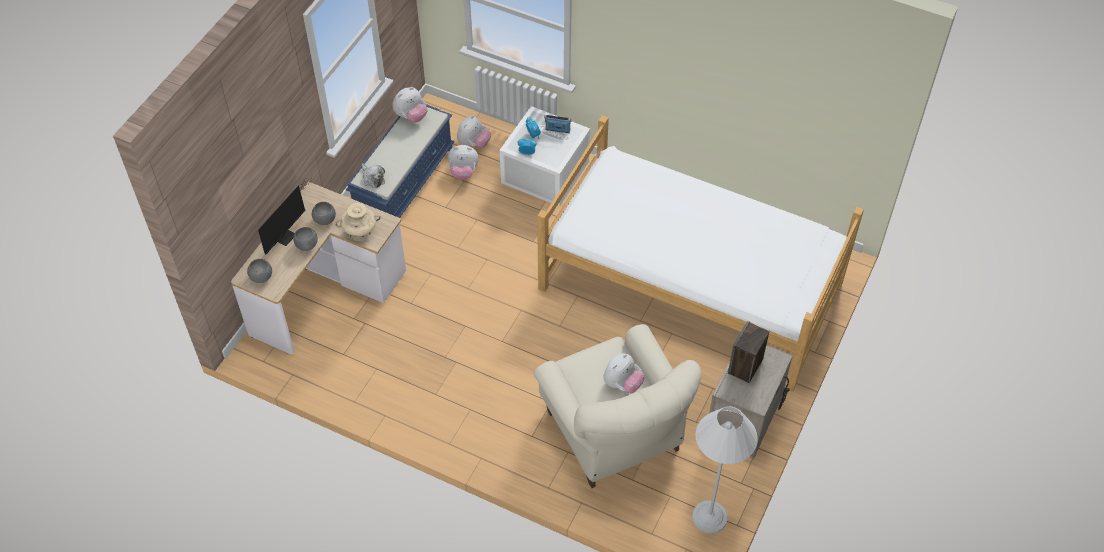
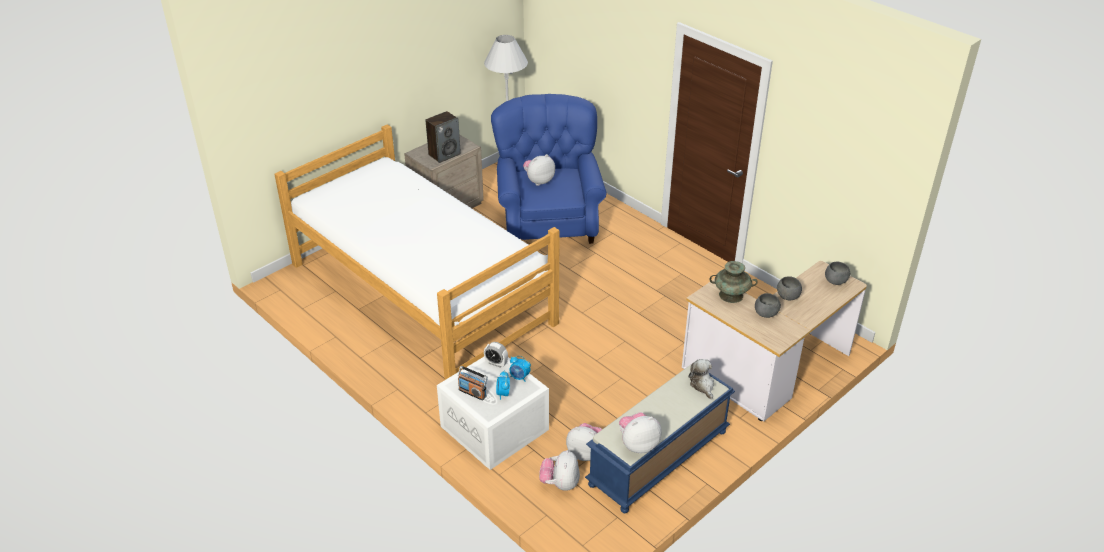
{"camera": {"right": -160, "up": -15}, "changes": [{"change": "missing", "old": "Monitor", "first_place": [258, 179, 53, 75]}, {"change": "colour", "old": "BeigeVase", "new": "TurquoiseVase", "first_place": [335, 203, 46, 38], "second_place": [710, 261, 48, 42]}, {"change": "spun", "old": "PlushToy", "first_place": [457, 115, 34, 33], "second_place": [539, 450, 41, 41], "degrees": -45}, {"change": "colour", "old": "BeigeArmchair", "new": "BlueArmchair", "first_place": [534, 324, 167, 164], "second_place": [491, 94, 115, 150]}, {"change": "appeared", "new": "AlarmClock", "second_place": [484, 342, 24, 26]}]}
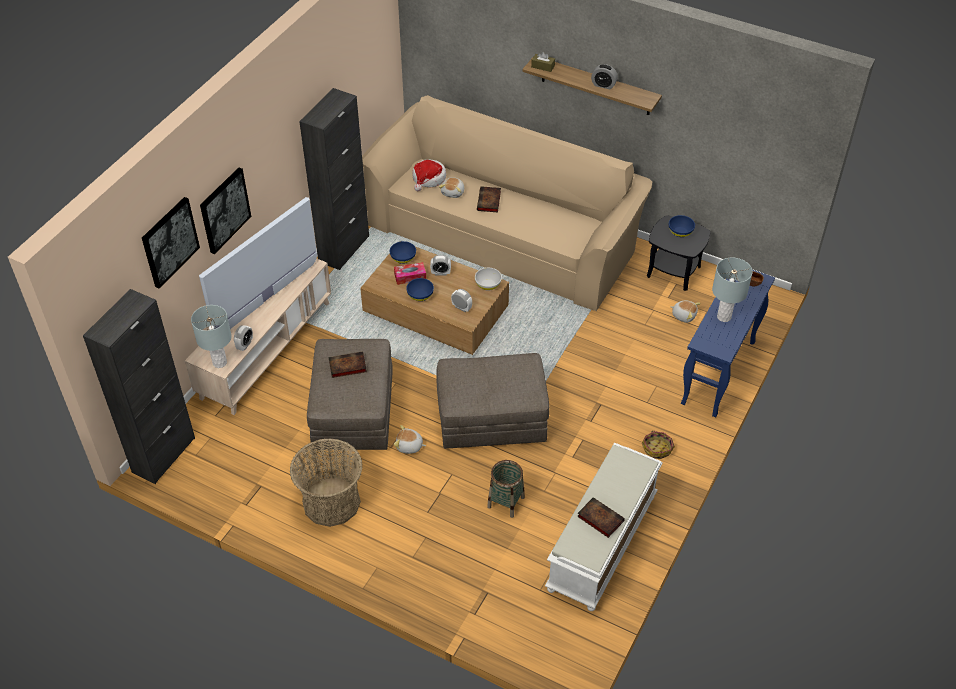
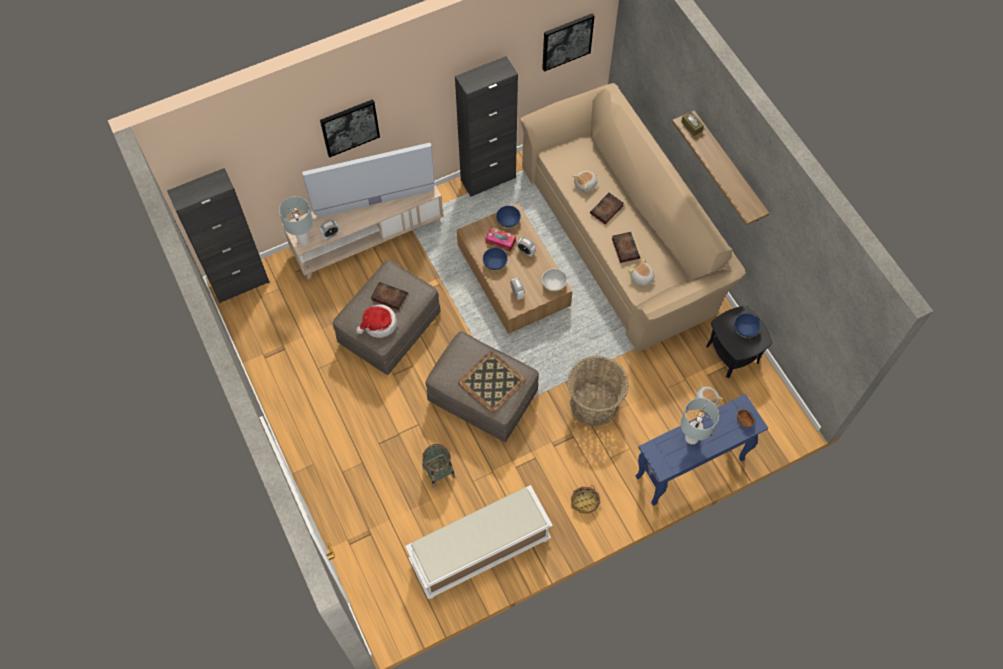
{"camera": {"right": 35, "up": 15}, "changes": [{"change": "relocated", "old": "Picture", "first_place": [142, 197, 58, 91], "second_place": [542, 13, 53, 59]}, {"change": "relocated", "old": "Basket", "first_place": [290, 438, 73, 89], "second_place": [567, 356, 62, 71]}, {"change": "relocated", "old": "PlushToy", "first_place": [394, 425, 32, 29], "second_place": [628, 258, 27, 28]}, {"change": "relocated", "old": "Hat", "first_place": [412, 159, 34, 32], "second_place": [356, 304, 41, 34]}, {"change": "relocated", "old": "Book", "first_place": [577, 497, 48, 41], "second_place": [612, 232, 28, 31]}, {"change": "missing", "old": "AlarmClock", "first_place": [591, 64, 27, 25]}, {"change": "appeared", "new": "Tray", "second_place": [458, 351, 68, 62]}]}
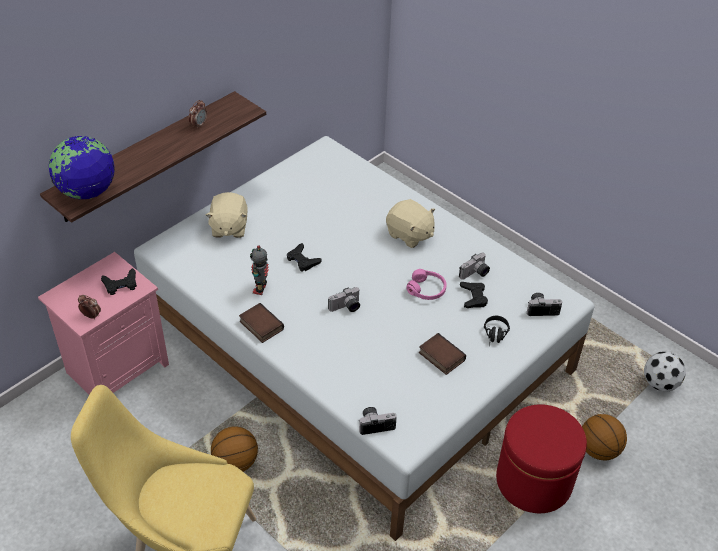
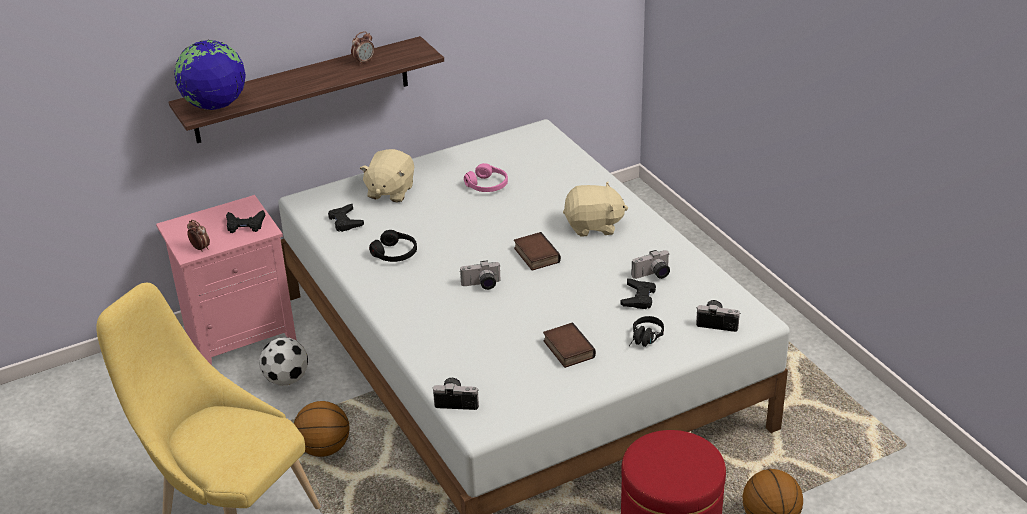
{"camera": {"right": 20, "up": -10}, "changes": [{"change": "relocated", "old": "Book", "first_place": [239, 303, 45, 40], "second_place": [514, 232, 47, 39]}, {"change": "exchanged", "old": "ToyRobot", "new": "BlackHeadphones", "first_place": [250, 245, 19, 50], "second_place": [369, 230, 48, 32]}, {"change": "relocated", "old": "BlackGameController", "first_place": [287, 243, 34, 29], "second_place": [328, 203, 36, 29]}, {"change": "spun", "old": "BeigePlushToy", "first_place": [386, 199, 49, 49], "second_place": [563, 182, 65, 55], "degrees": -60}, {"change": "relocated", "old": "PinkHeadphones", "first_place": [407, 269, 40, 31], "second_place": [464, 163, 44, 29]}, {"change": "relocated", "old": "Football", "first_place": [644, 351, 42, 41], "second_place": [259, 337, 49, 48]}]}
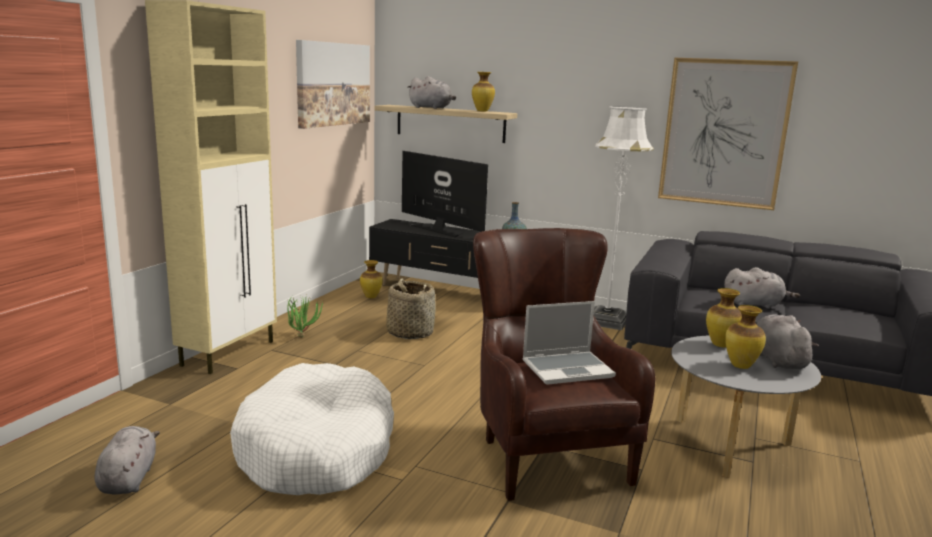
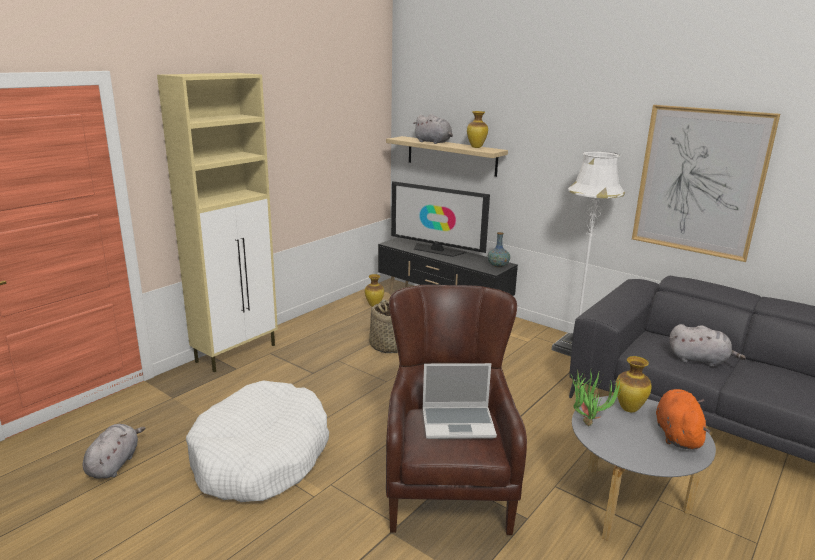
{"camera": {"right": 15, "up": 5}, "changes": [{"change": "relocated", "old": "PottedPlant", "first_place": [287, 296, 36, 42], "second_place": [571, 369, 51, 57]}, {"change": "missing", "old": "Picture", "first_place": [296, 40, 74, 89]}, {"change": "spun", "old": "Television", "first_place": [402, 151, 86, 86], "second_place": [391, 181, 99, 76], "degrees": 150}, {"change": "missing", "old": "Vase", "first_place": [725, 305, 41, 64]}, {"change": "colour", "old": "GreyPlushToy", "new": "OrangePlushToy", "first_place": [756, 314, 63, 55], "second_place": [656, 389, 55, 60]}]}
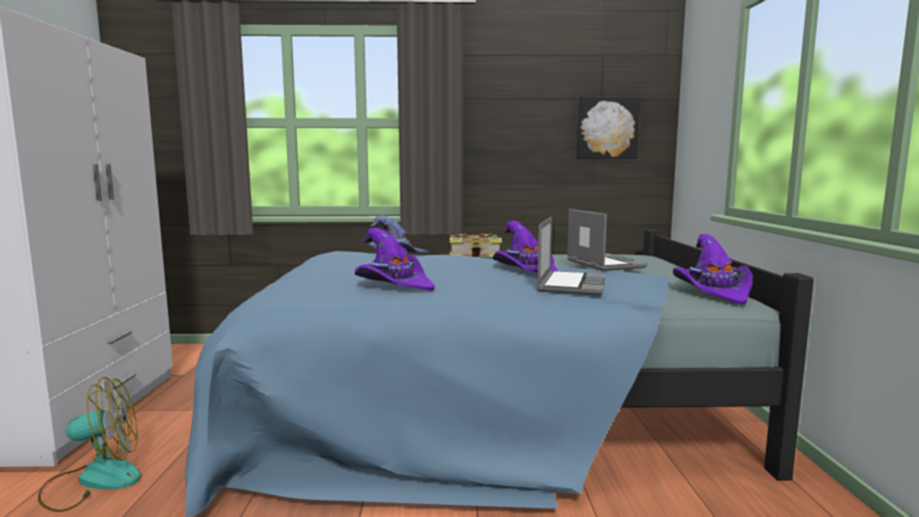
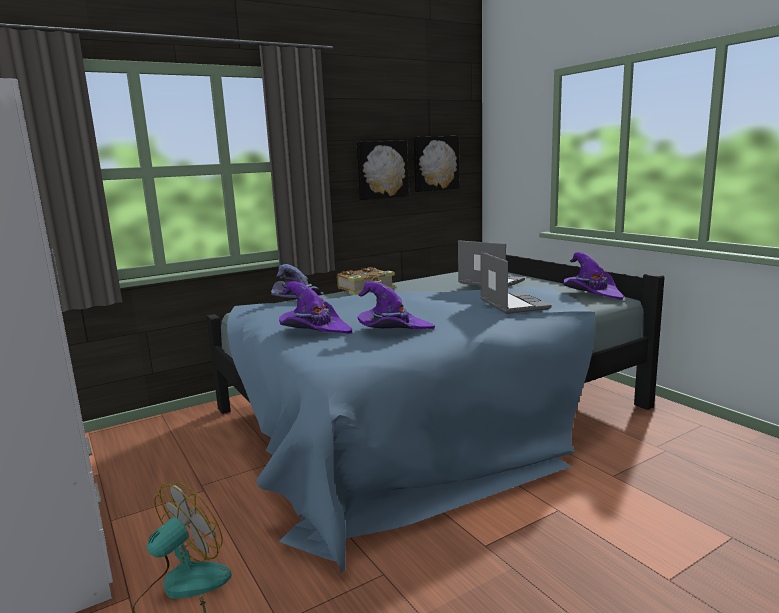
{"camera": {"right": -30, "up": 5}, "changes": [{"change": "relocated", "old": "PurpleHat", "first_place": [493, 221, 65, 52], "second_place": [279, 281, 73, 52]}, {"change": "appeared", "new": "Picture", "second_place": [357, 140, 52, 60]}]}
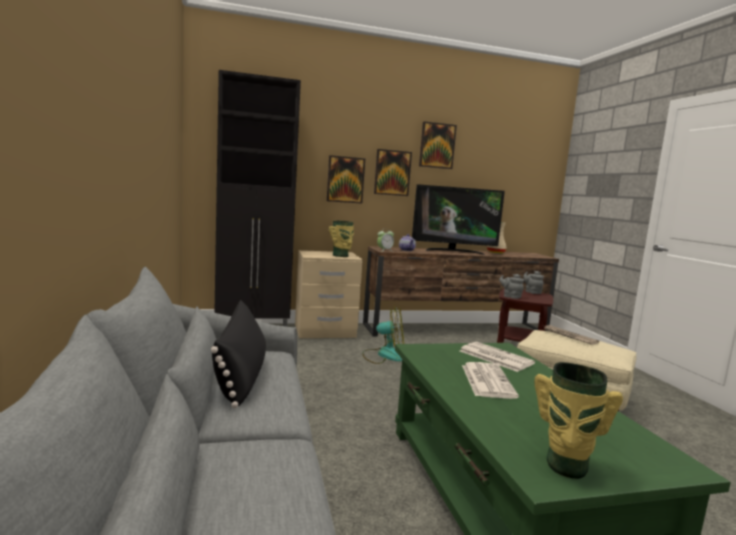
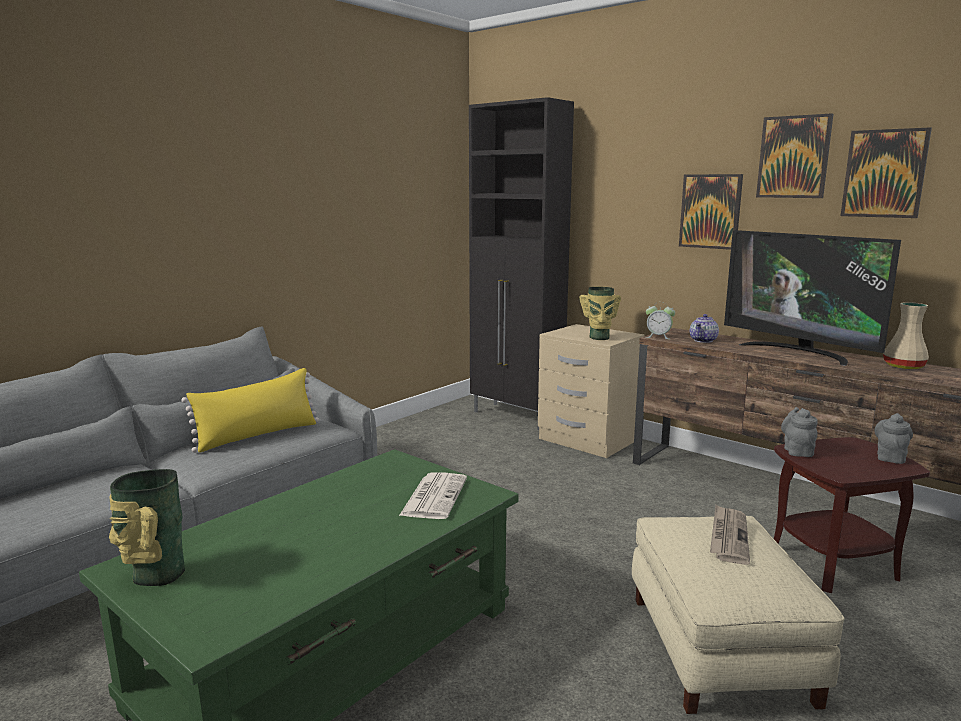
{"camera": {"right": 55, "up": 5}, "changes": [{"change": "colour", "old": "BlackPillow", "new": "YellowPillow", "first_place": [211, 300, 55, 108], "second_place": [181, 368, 138, 85]}, {"change": "relocated", "old": "Picture", "first_place": [327, 155, 38, 49], "second_place": [841, 127, 91, 91]}, {"change": "missing", "old": "Fan", "first_place": [362, 305, 42, 59]}, {"change": "missing", "old": "Newspaper", "first_place": [462, 362, 57, 37]}]}
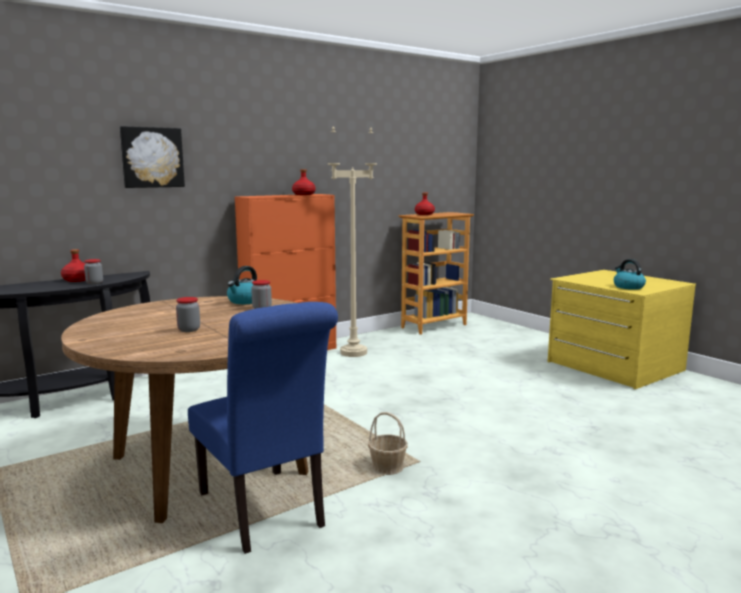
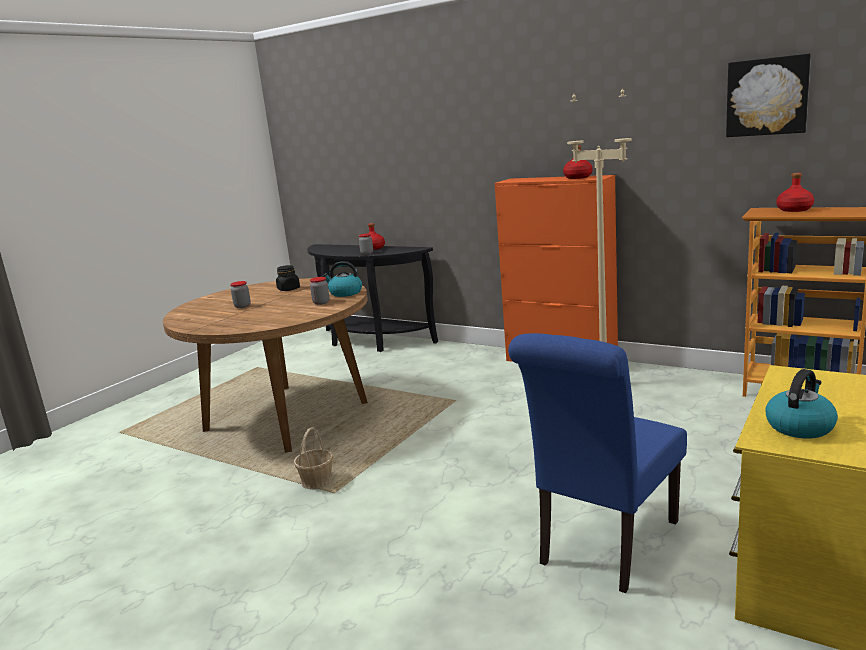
{"camera": {"right": 70, "up": 5}, "changes": [{"change": "relocated", "old": "Picture", "first_place": [120, 126, 65, 62], "second_place": [726, 54, 85, 83]}, {"change": "relocated", "old": "BlueChair", "first_place": [188, 302, 150, 252], "second_place": [508, 333, 179, 260]}, {"change": "appeared", "new": "BlackJar", "second_place": [276, 265, 24, 26]}]}
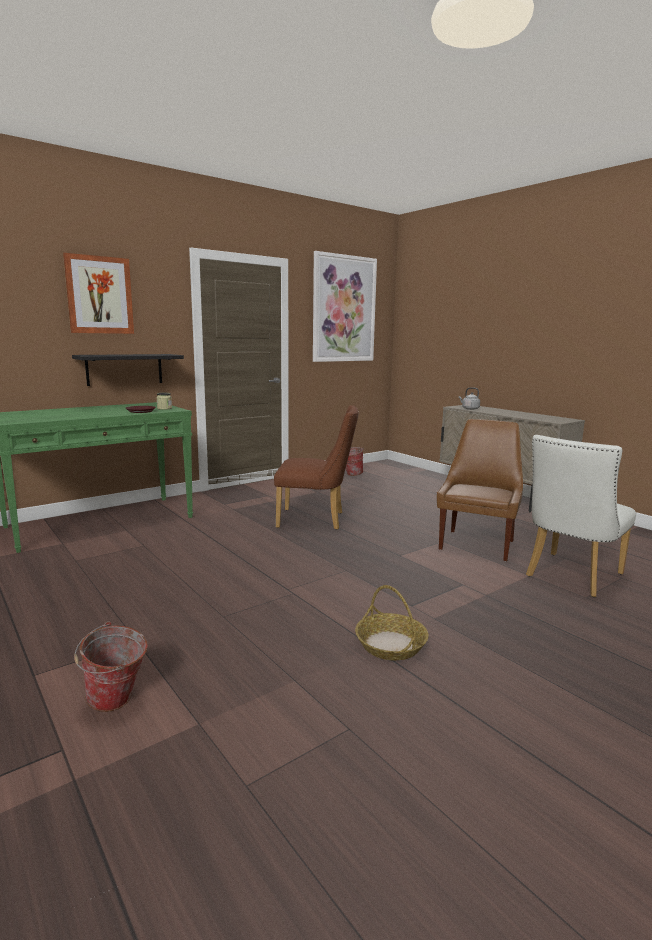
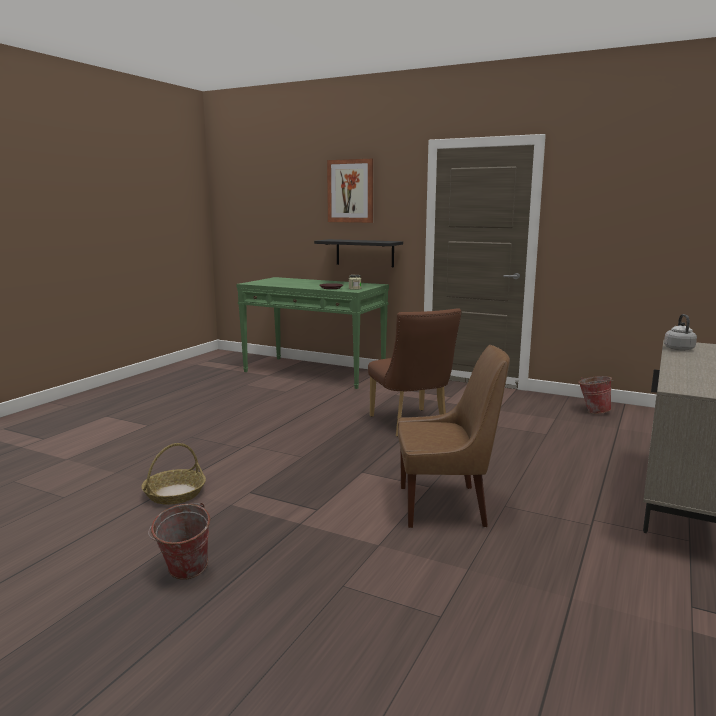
{"camera": {"right": 65, "up": 0}, "changes": [{"change": "relocated", "old": "Bucket", "first_place": [74, 622, 74, 90], "second_place": [148, 503, 62, 77]}, {"change": "missing", "old": "Picture", "first_place": [313, 251, 64, 111]}, {"change": "missing", "old": "WhiteChair", "first_place": [526, 435, 110, 162]}]}
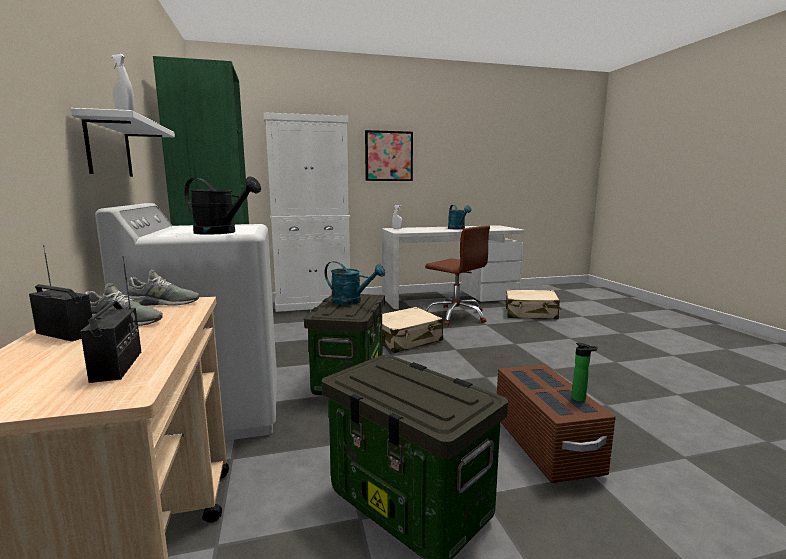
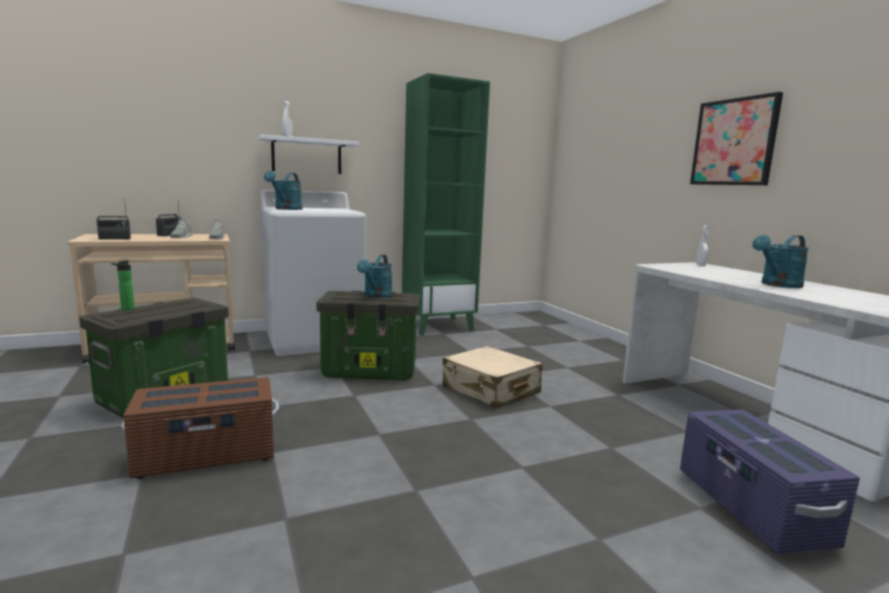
{"camera": {"right": 80, "up": 0}, "changes": [{"change": "colour", "old": "BlackWateringCan", "new": "TurquoiseWateringCan", "first_place": [185, 176, 76, 59], "second_place": [264, 171, 38, 39]}, {"change": "missing", "old": "WhiteCabinet", "first_place": [264, 112, 86, 200]}, {"change": "missing", "old": "BrownOfficeChair", "first_place": [425, 225, 65, 101]}, {"change": "exchanged", "old": "BeigeSuitcase", "new": "PurpleStorageBox", "first_place": [505, 290, 56, 29], "second_place": [680, 409, 180, 145]}, {"change": "relocated", "old": "Bottle", "first_place": [571, 343, 27, 59], "second_place": [111, 260, 23, 51]}]}
